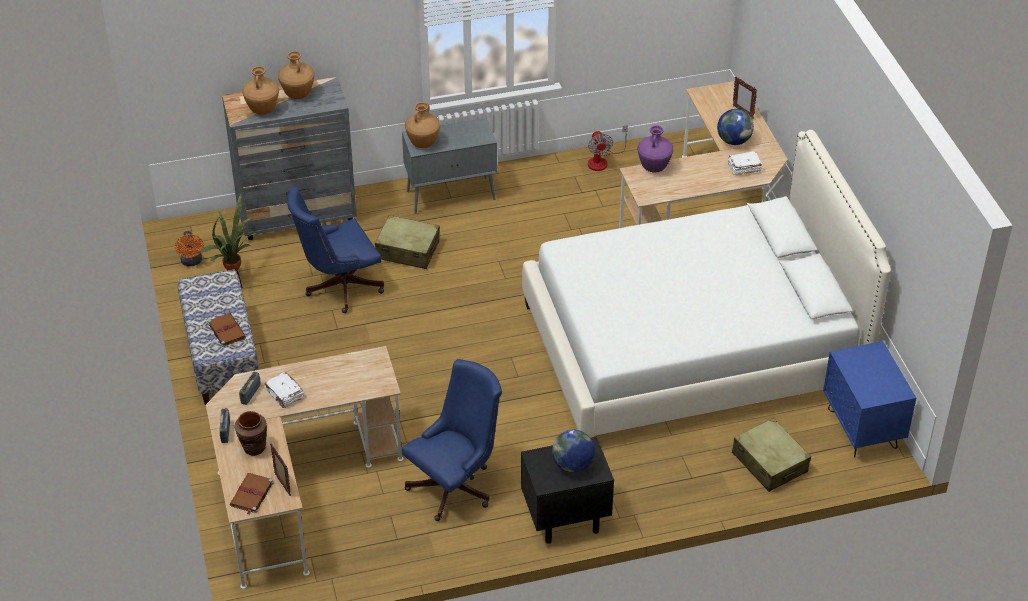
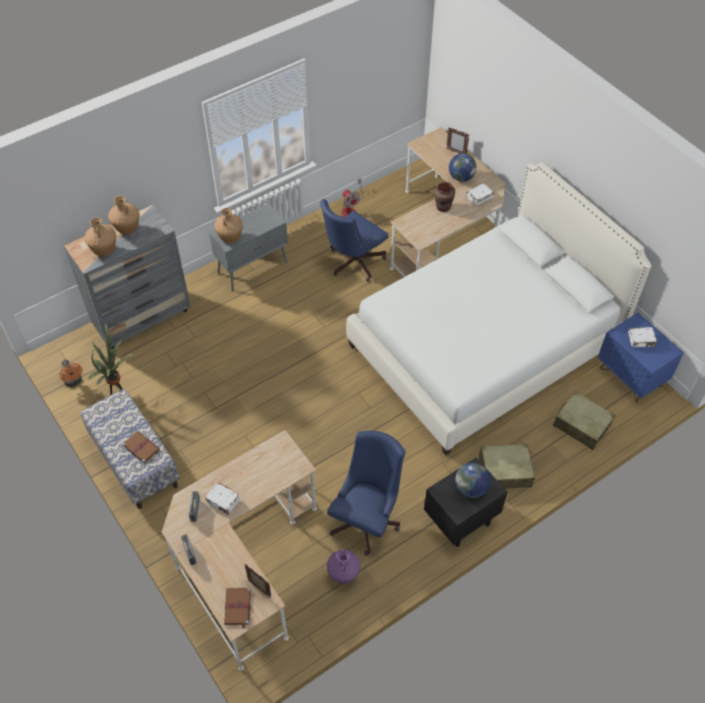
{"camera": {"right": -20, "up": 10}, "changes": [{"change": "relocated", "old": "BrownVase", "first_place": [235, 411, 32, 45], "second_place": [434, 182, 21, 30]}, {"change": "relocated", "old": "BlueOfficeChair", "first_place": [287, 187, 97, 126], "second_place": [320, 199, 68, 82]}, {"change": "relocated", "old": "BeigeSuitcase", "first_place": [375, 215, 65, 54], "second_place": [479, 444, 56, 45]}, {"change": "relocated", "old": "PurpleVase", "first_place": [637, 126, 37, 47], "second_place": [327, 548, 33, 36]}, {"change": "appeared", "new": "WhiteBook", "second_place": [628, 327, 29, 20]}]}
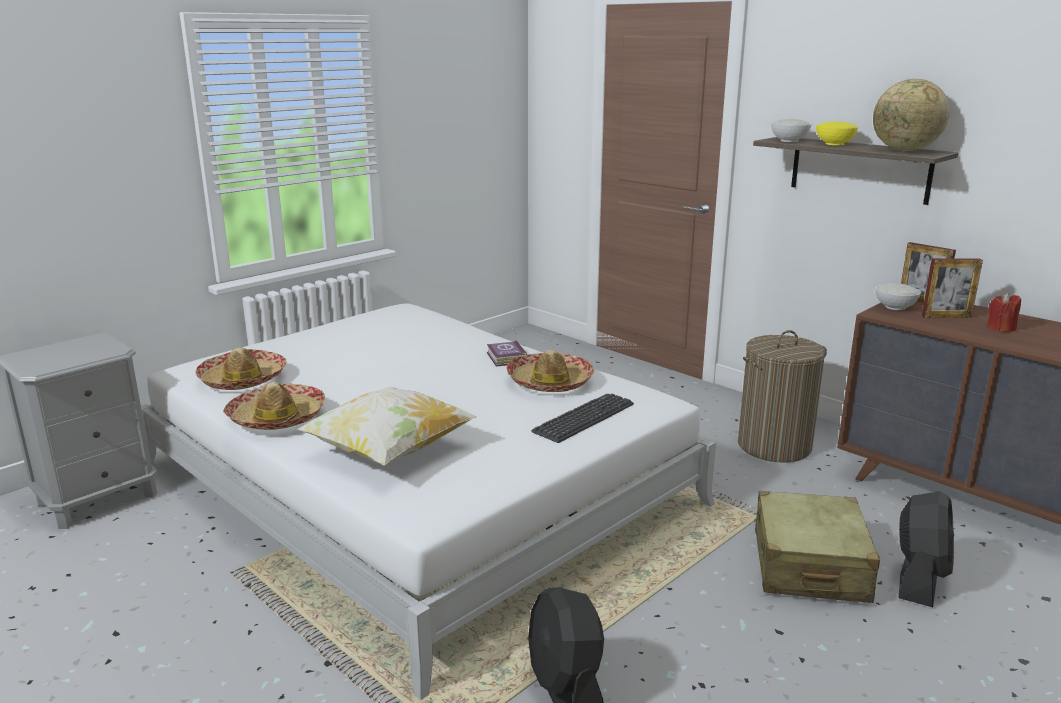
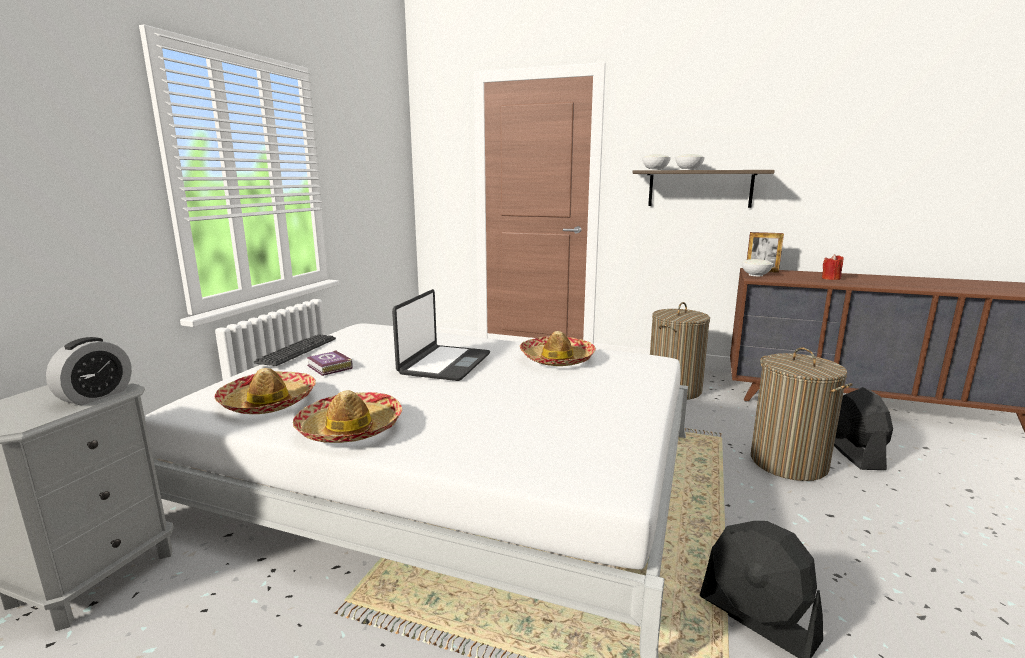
{"camera": {"right": -25, "up": -5}, "changes": [{"change": "missing", "old": "Pillow", "first_place": [296, 387, 181, 79]}, {"change": "relocated", "old": "Book", "first_place": [487, 340, 40, 26], "second_place": [307, 350, 46, 26]}, {"change": "relocated", "old": "Keyboard", "first_place": [531, 394, 103, 49], "second_place": [254, 334, 82, 32]}, {"change": "exchanged", "old": "BeigeSuitcase", "new": "LaundryBasket", "first_place": [754, 491, 126, 112], "second_place": [751, 347, 102, 134]}, {"change": "colour", "old": "YellowBowl", "new": "WhiteBowl", "first_place": [816, 122, 42, 23], "second_place": [675, 154, 30, 16]}, {"change": "missing", "old": "Globe", "first_place": [873, 79, 77, 72]}, {"change": "missing", "old": "PictureFrame", "first_place": [922, 258, 61, 60]}, {"change": "appeared", "new": "AlarmClock", "second_place": [46, 337, 86, 69]}, {"change": "appeared", "new": "Laptop", "second_place": [392, 289, 98, 92]}]}
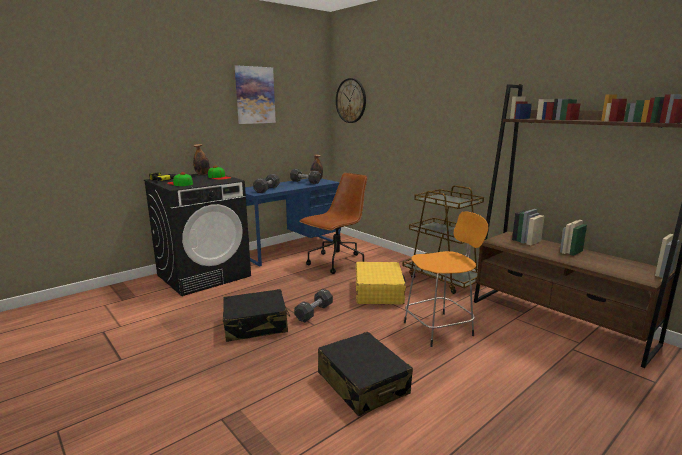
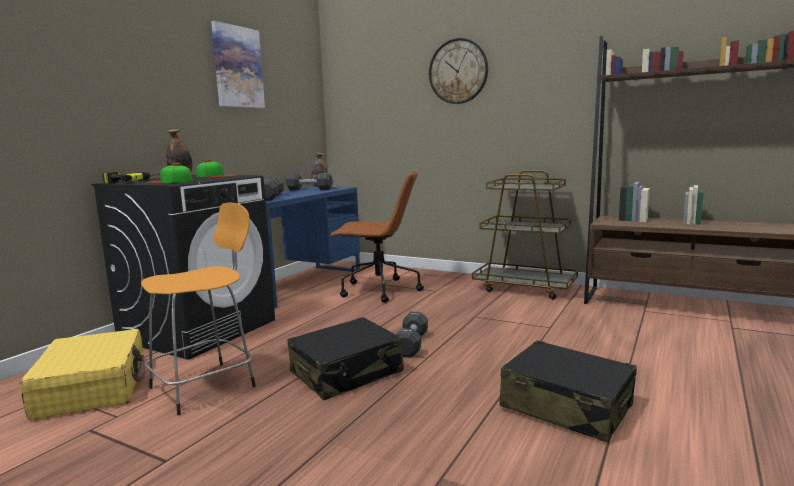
{"camera": {"right": -20, "up": -5}, "changes": [{"change": "spun", "old": "BrownOfficeChair", "first_place": [300, 173, 67, 101], "second_place": [329, 170, 95, 133], "degrees": 75}, {"change": "relocated", "old": "WallClock", "first_place": [336, 78, 30, 45], "second_place": [429, 38, 59, 66]}, {"change": "relocated", "old": "YellowSuitcase", "first_place": [355, 262, 51, 43], "second_place": [20, 329, 125, 91]}, {"change": "relocated", "old": "OrangeStool", "first_place": [404, 211, 84, 136], "second_place": [141, 203, 115, 212]}]}
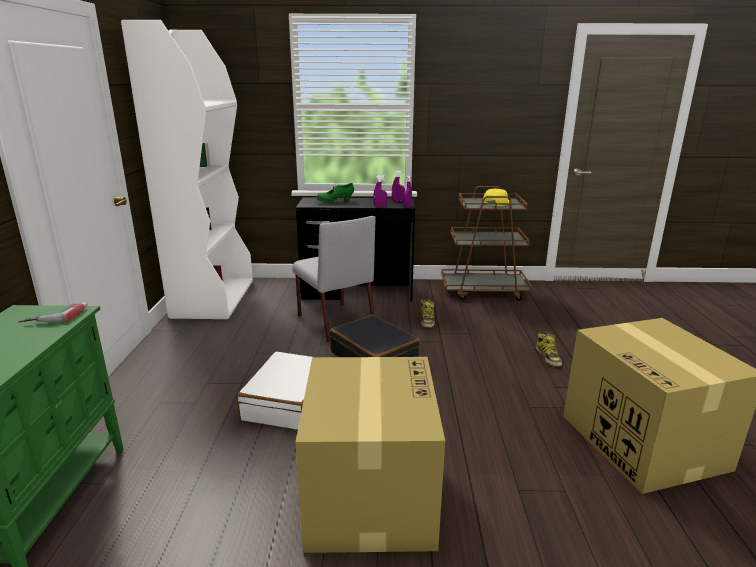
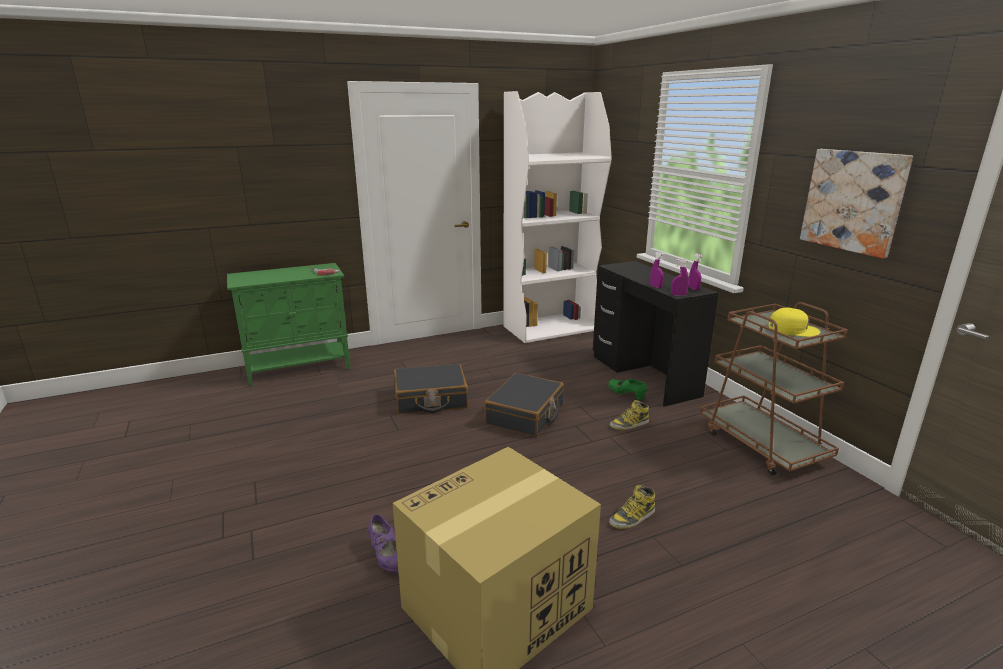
{"camera": {"right": 65, "up": 0}, "changes": [{"change": "colour", "old": "WhiteSuitcase", "new": "BlackSuitcase", "first_place": [237, 351, 77, 79], "second_place": [394, 364, 74, 50]}, {"change": "missing", "old": "GreyChair", "first_place": [292, 216, 84, 126]}, {"change": "missing", "old": "CardboardBox", "first_place": [296, 357, 149, 196]}, {"change": "relocated", "old": "GreenShoe", "first_place": [316, 183, 38, 20], "second_place": [608, 379, 39, 21]}, {"change": "appeared", "new": "PurpleShoe", "second_place": [368, 514, 30, 58]}, {"change": "appeared", "new": "Picture", "second_place": [800, 149, 113, 110]}]}
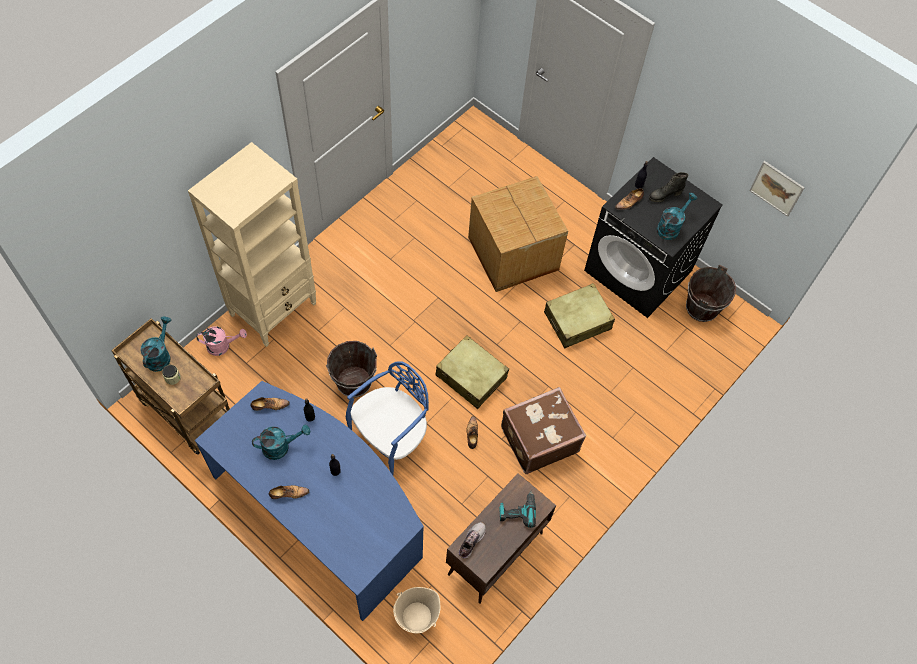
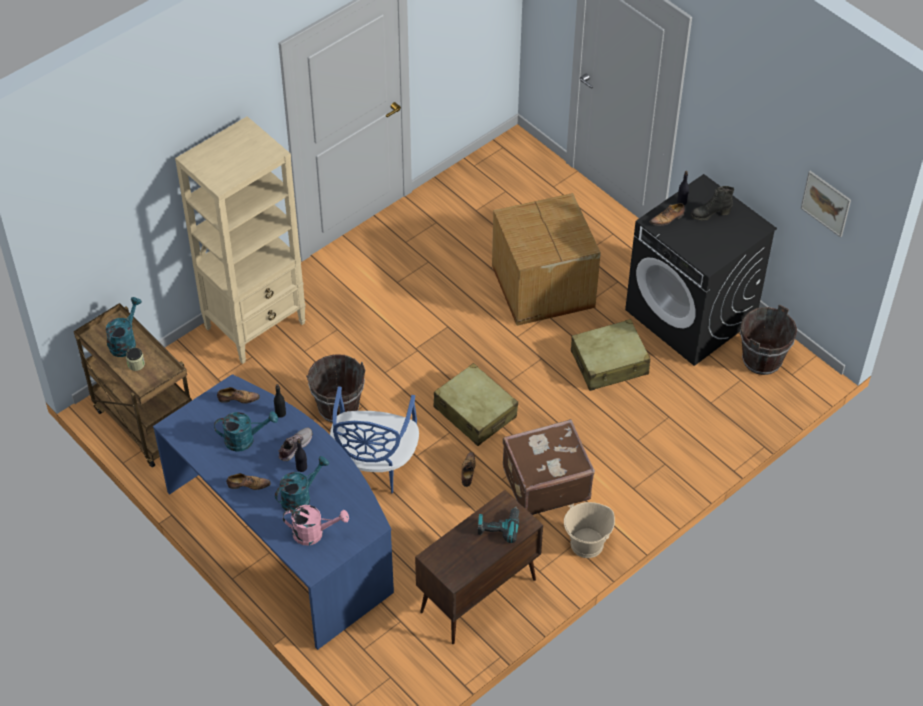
{"camera": {"right": 10, "up": -10}, "changes": [{"change": "relocated", "old": "PinkWateringCan", "first_place": [197, 327, 50, 29], "second_place": [283, 505, 66, 40]}, {"change": "spun", "old": "BlueChair", "first_place": [345, 361, 84, 114], "second_place": [330, 386, 89, 107], "degrees": 135}, {"change": "relocated", "old": "BeigeBucket", "first_place": [393, 587, 48, 46], "second_place": [564, 502, 51, 56]}, {"change": "relocated", "old": "Shoe", "first_place": [459, 522, 27, 37], "second_place": [278, 428, 34, 33]}, {"change": "relocated", "old": "TurquoiseWateringCan", "first_place": [657, 193, 40, 47], "second_place": [275, 456, 54, 55]}]}
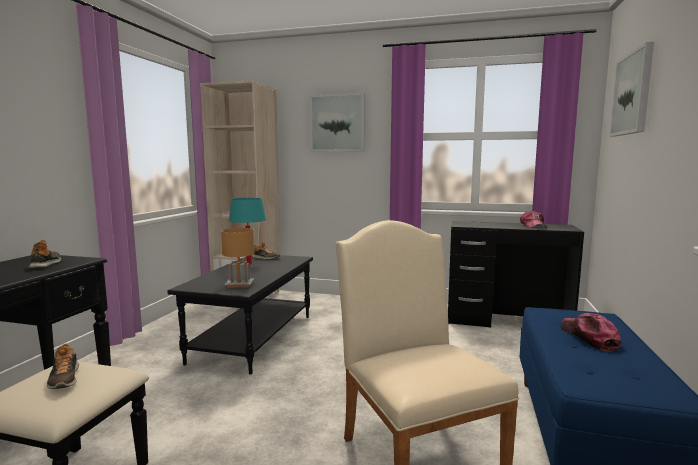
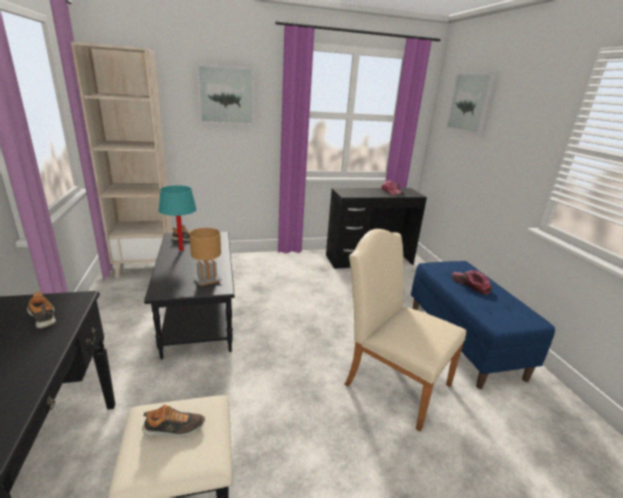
{"camera": {"right": -30, "up": 15}, "changes": [{"change": "spun", "old": "Shoe", "first_place": [47, 344, 32, 45], "second_place": [142, 404, 63, 34], "degrees": -45}]}
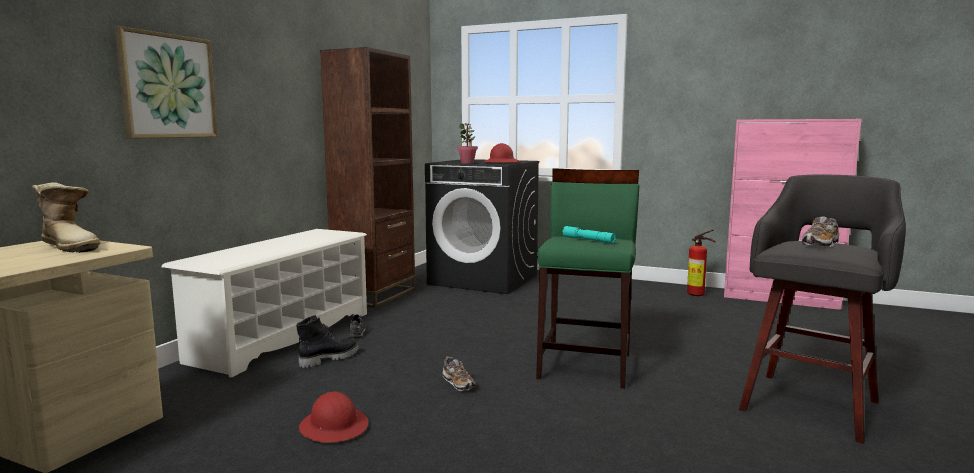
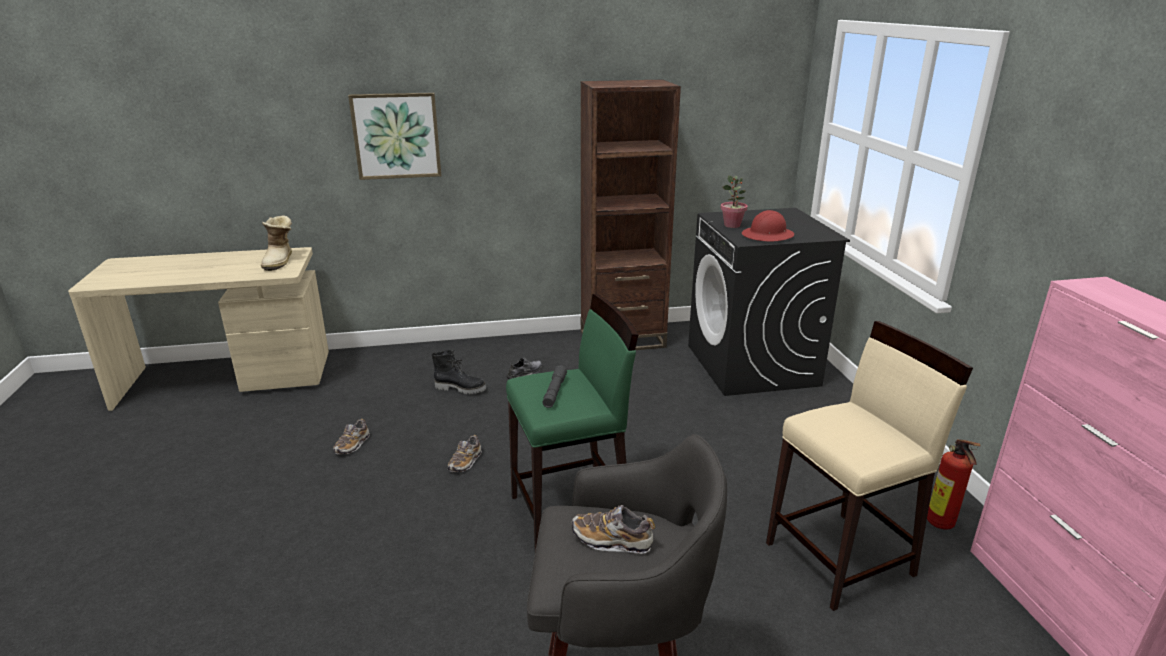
{"camera": {"right": 55, "up": 15}, "changes": [{"change": "missing", "old": "WhiteShoeRack", "first_place": [161, 229, 206, 149]}, {"change": "exchanged", "old": "RedHardHat", "new": "Shoe", "first_place": [299, 391, 70, 52], "second_place": [333, 419, 37, 35]}, {"change": "colour", "old": "TurquoiseFlashlight", "new": "GreyFlashlight", "first_place": [562, 226, 54, 17], "second_place": [543, 365, 24, 43]}, {"change": "appeared", "new": "BeigeStool", "second_place": [766, 321, 207, 290]}]}
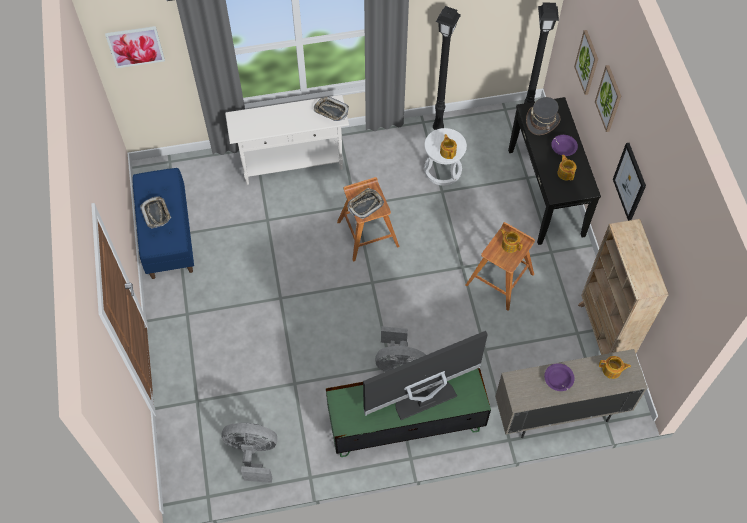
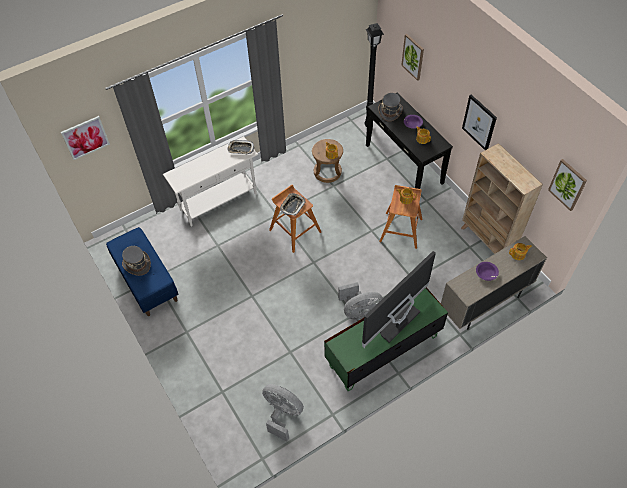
{"camera": {"right": -20, "up": -5}, "changes": [{"change": "exchanged", "old": "Tray", "new": "GreyHat", "first_place": [140, 197, 31, 31], "second_place": [122, 246, 29, 30]}, {"change": "spun", "old": "GreyFan", "first_place": [221, 423, 56, 60], "second_place": [262, 384, 42, 58], "degrees": 45}, {"change": "colour", "old": "WhiteStool", "new": "BrownStool", "first_place": [424, 128, 43, 58], "second_place": [312, 139, 31, 44]}, {"change": "missing", "old": "BlackFloorLamp", "first_place": [433, 6, 28, 124]}, {"change": "relocated", "old": "Picture", "first_place": [595, 65, 26, 67], "second_place": [548, 159, 39, 52]}]}
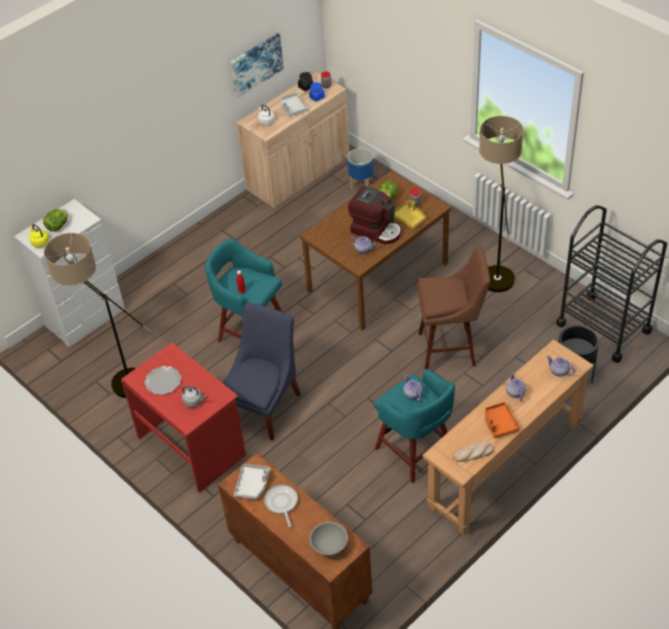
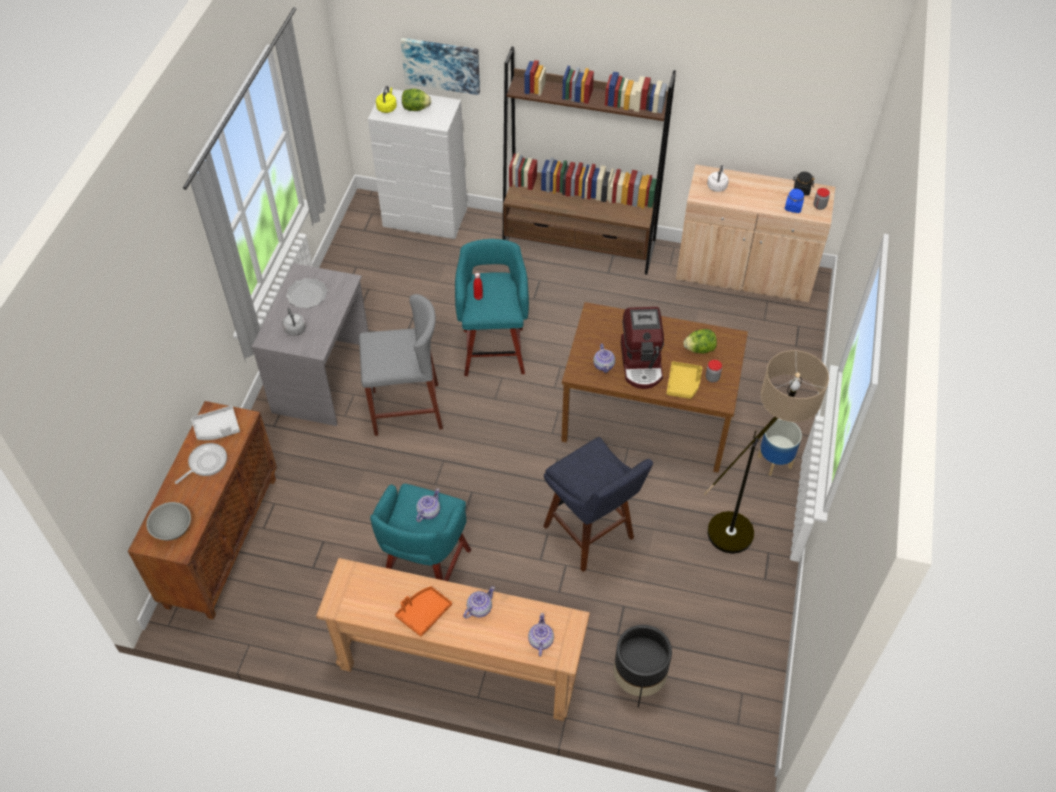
{"camera": {"right": 55, "up": 5}, "changes": [{"change": "missing", "old": "FloorLamp", "first_place": [44, 233, 107, 165]}, {"change": "colour", "old": "RedDesk", "new": "GreyDesk", "first_place": [121, 343, 125, 150], "second_place": [252, 263, 117, 163]}, {"change": "exchanged", "old": "BlueChair", "new": "GreyStool", "first_place": [223, 303, 78, 138], "second_place": [359, 294, 84, 142]}, {"change": "relocated", "old": "Picture", "first_place": [230, 33, 54, 64], "second_place": [401, 38, 79, 57]}, {"change": "missing", "old": "GreyTray", "first_place": [281, 93, 27, 24]}, {"change": "relocated", "old": "Planter", "first_place": [347, 148, 27, 41], "second_place": [758, 419, 44, 57]}, {"change": "colour", "old": "BrownStool", "new": "BlueStool", "first_place": [417, 246, 73, 123], "second_place": [543, 437, 110, 135]}, {"change": "missing", "old": "Bread", "first_place": [453, 442, 41, 20]}, {"change": "missing", "old": "BlackCart", "first_place": [556, 205, 111, 158]}, {"change": "appeared", "new": "BrownBookcase", "second_place": [503, 46, 173, 229]}]}
